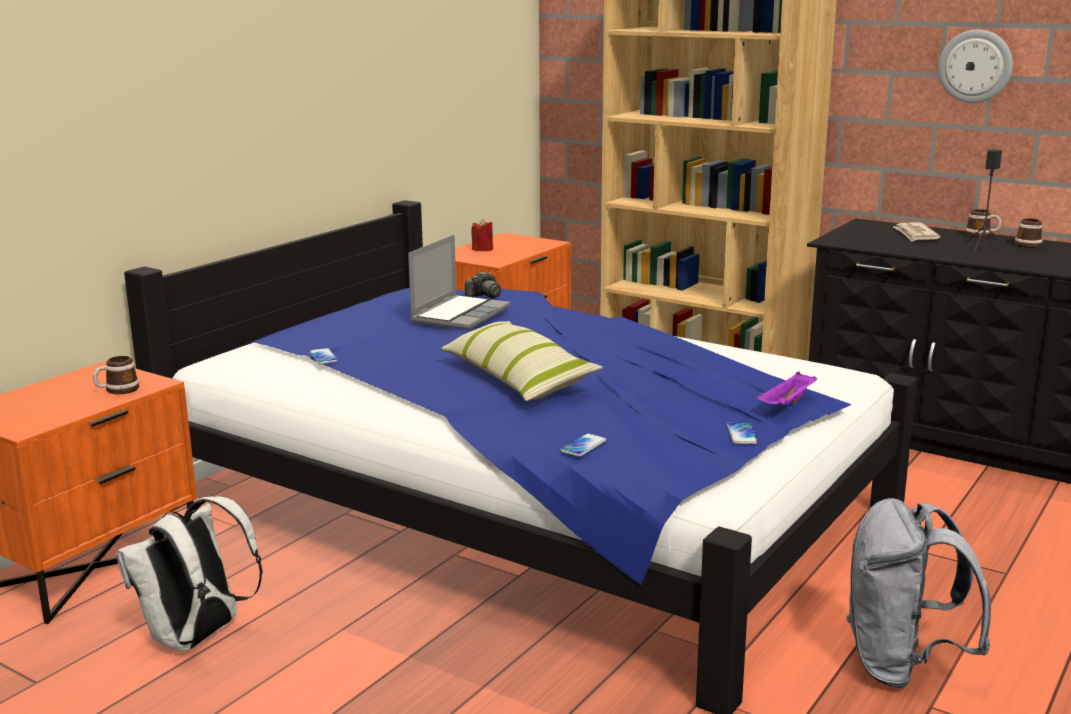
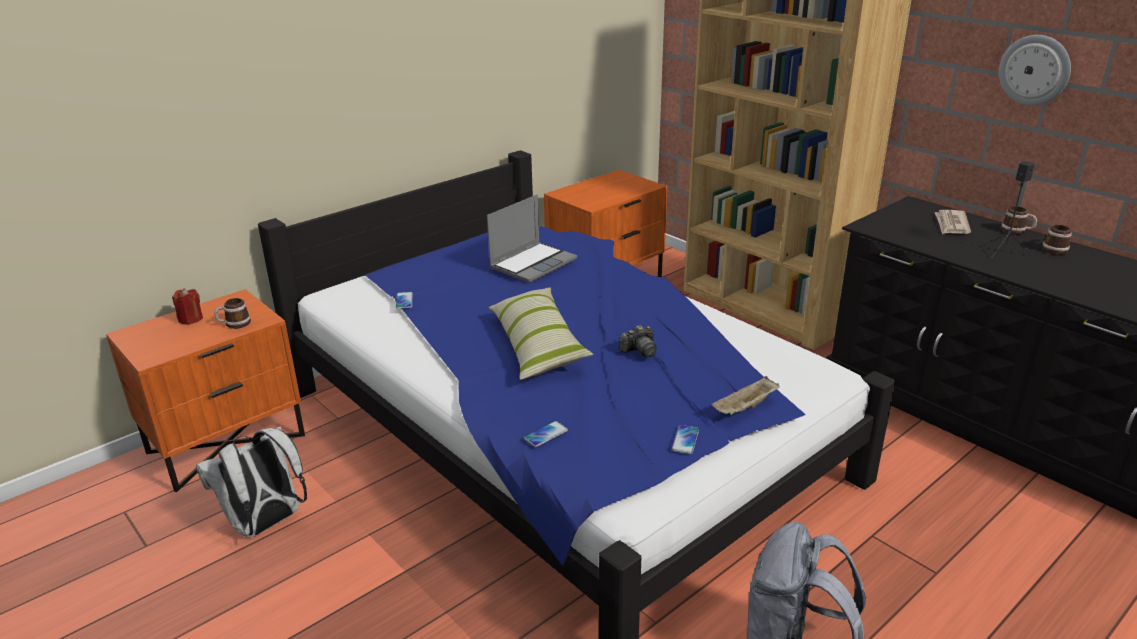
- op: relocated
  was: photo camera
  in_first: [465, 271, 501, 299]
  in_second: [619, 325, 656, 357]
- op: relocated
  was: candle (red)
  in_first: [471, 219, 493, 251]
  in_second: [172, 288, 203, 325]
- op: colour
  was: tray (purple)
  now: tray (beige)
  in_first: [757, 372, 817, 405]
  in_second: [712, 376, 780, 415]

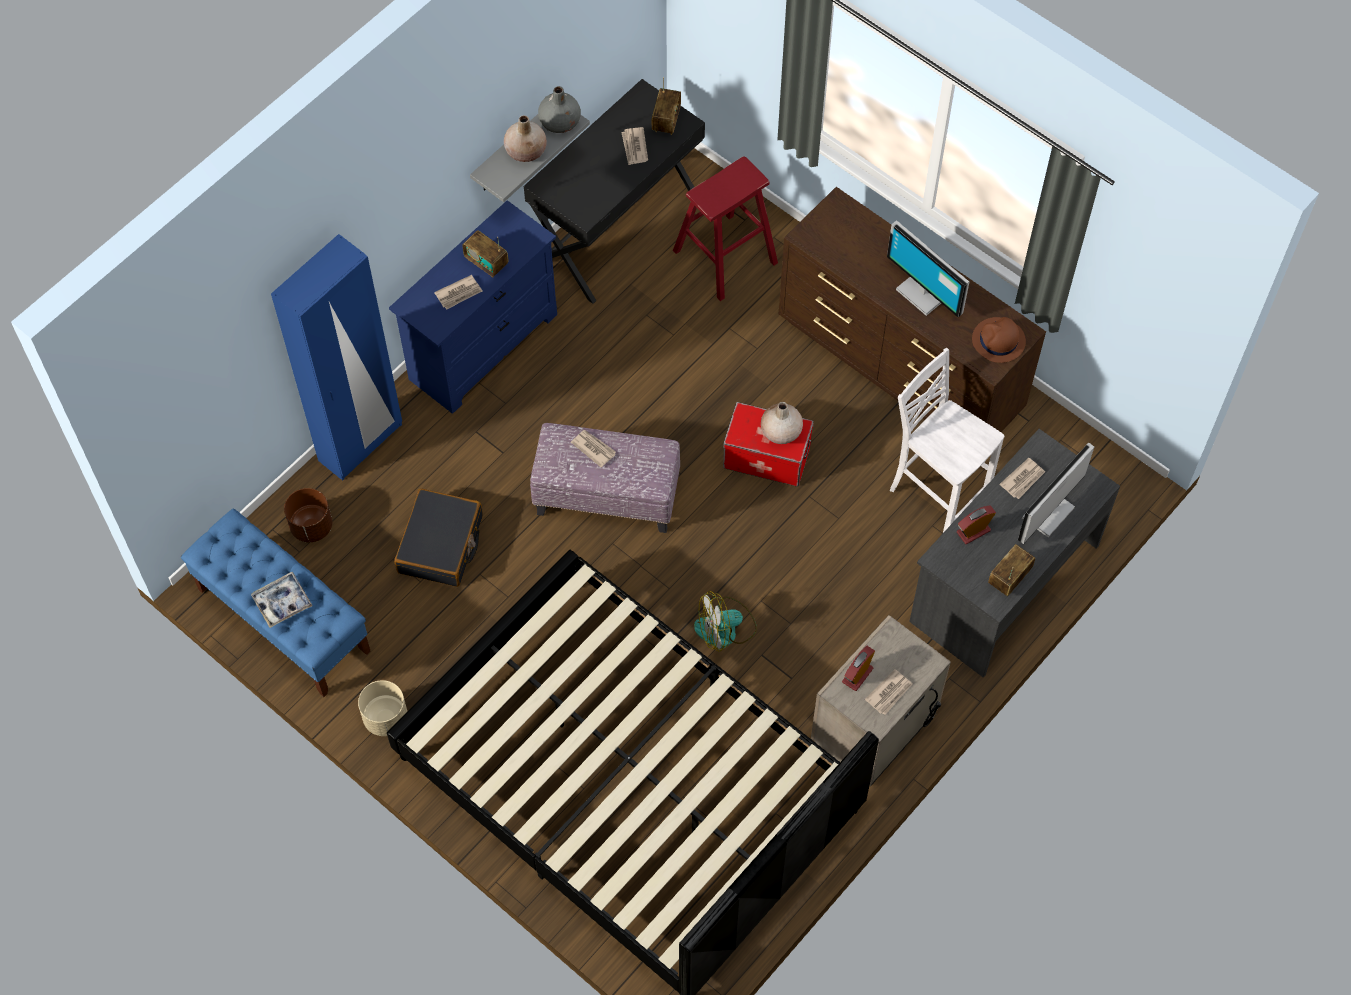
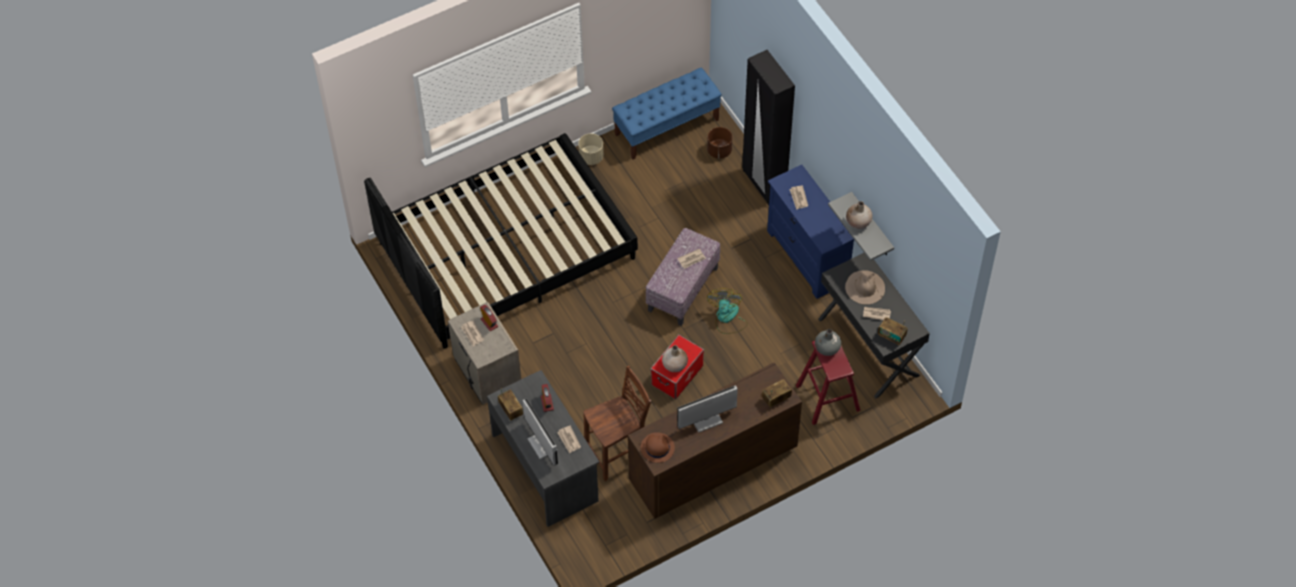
- op: missing
  was: tray
  in_first: [251, 572, 313, 628]
- op: colour
  was: wardrobe (blue)
  now: wardrobe (black)
  in_first: [271, 234, 402, 481]
  in_second: [742, 50, 795, 206]
- op: missing
  was: suitcase (black)
  in_first: [394, 488, 483, 587]
- op: relocated
  was: radio
  in_first: [462, 230, 508, 278]
  in_second: [762, 379, 792, 407]
- op: relocated
  was: vase (grey)
  in_first: [538, 86, 581, 133]
  in_second: [815, 329, 841, 356]
- op: relocated
  was: fan
  in_first: [694, 591, 757, 652]
  in_second: [707, 289, 748, 334]
- op: colour
  was: chair (white)
  now: chair (brown)
  in_first: [889, 348, 1004, 533]
  in_second: [583, 365, 651, 481]
- op: appeared
  now: hat (beige)
  in_second: [845, 270, 885, 305]

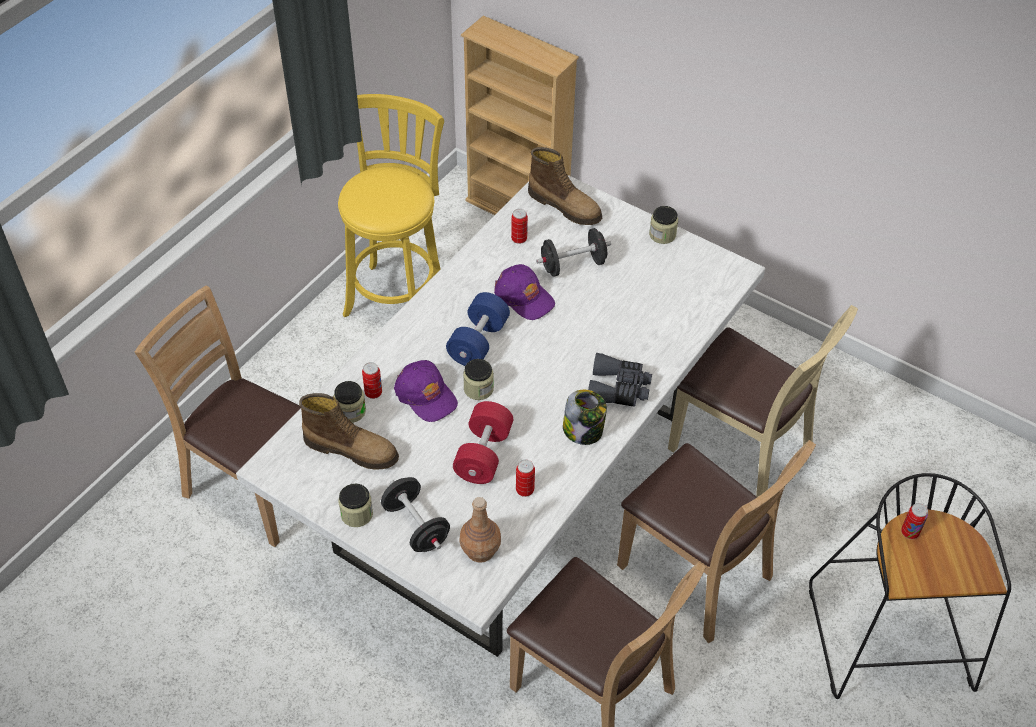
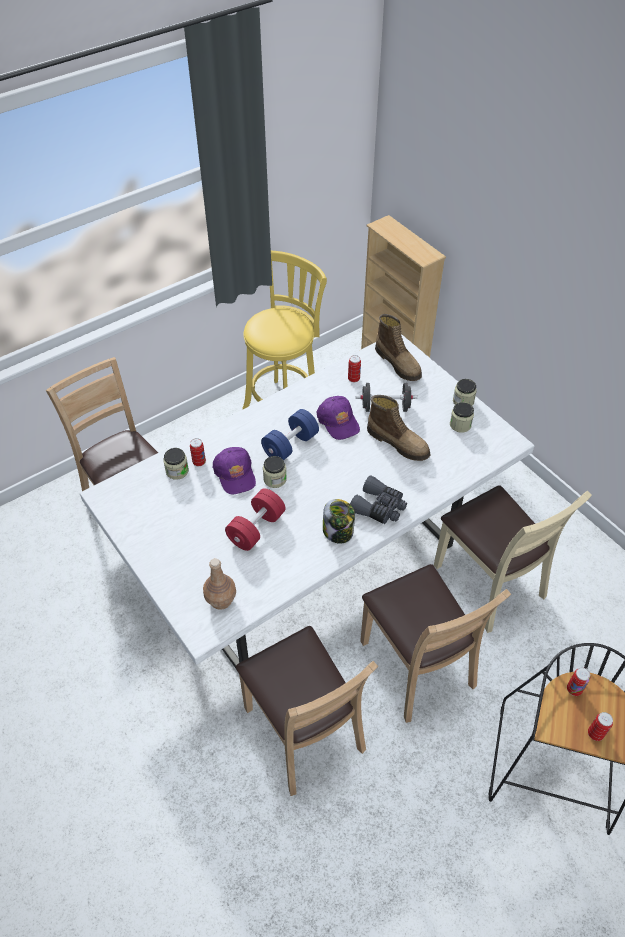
- op: relocated
  was: boot
  in_first: [299, 393, 399, 470]
  in_second: [367, 395, 430, 461]
- op: relocated
  was: jar
  in_first: [339, 484, 373, 527]
  in_second: [450, 402, 474, 433]
- op: missing
  was: dumbbell (black)
  in_first: [381, 477, 450, 552]
- op: relocated
  was: can
  in_first: [516, 459, 535, 497]
  in_second: [588, 712, 613, 741]

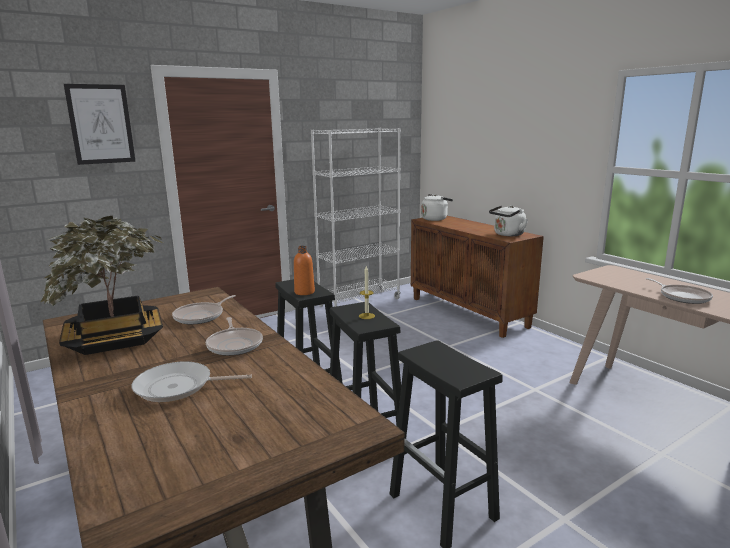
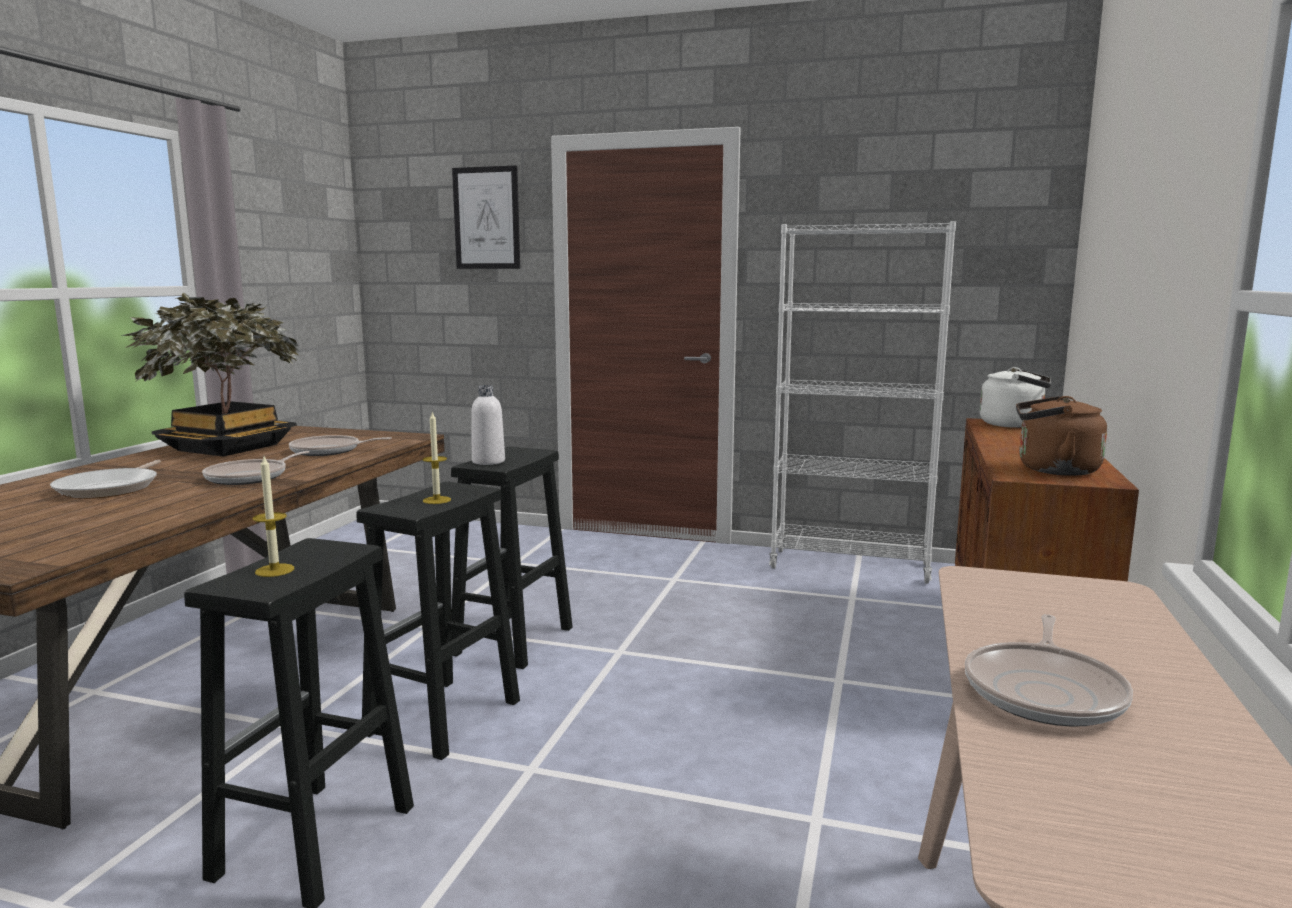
- op: spun
  was: frying pan
  in_first: [131, 362, 252, 402]
  in_second: [50, 460, 161, 499]
  clockwise: -135
- op: colour
  was: bottle (orange)
  now: bottle (white)
  in_first: [294, 246, 315, 295]
  in_second: [471, 385, 505, 465]
- op: colour
  was: kettle (white)
  now: kettle (brown)
  in_first: [489, 205, 528, 236]
  in_second: [1016, 396, 1107, 476]
- op: appeared
  now: candle
  in_second: [253, 457, 294, 577]

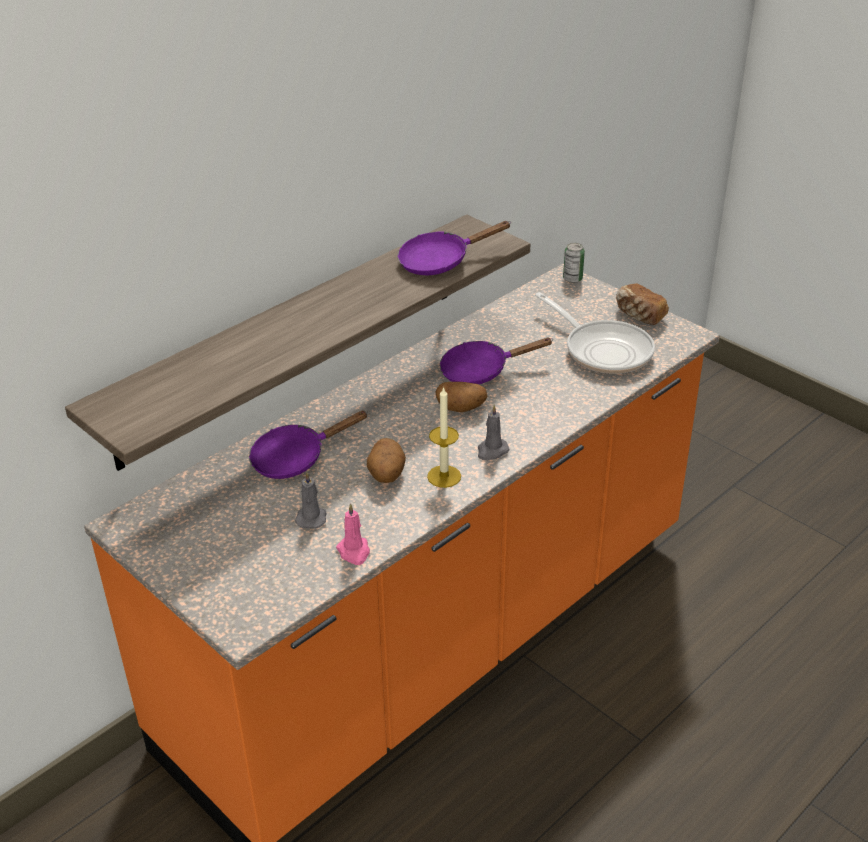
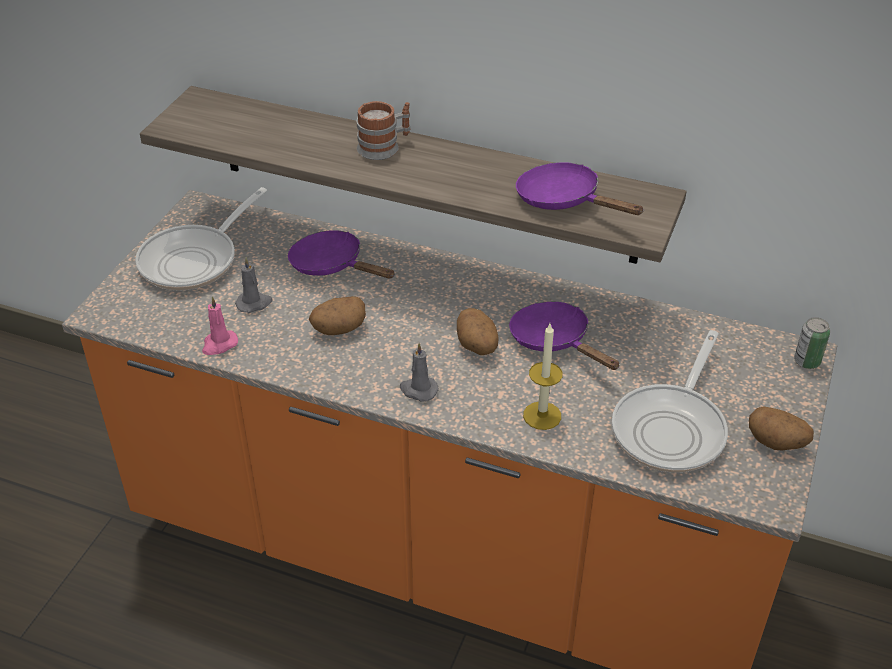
- op: relocated
  was: candle
  in_first: [427, 386, 461, 488]
  in_second: [523, 324, 563, 430]
- op: exchanged
  was: bread
  now: potato
  in_first: [616, 283, 669, 325]
  in_second: [749, 406, 814, 450]
- op: appeared
  now: frying pan
  in_second: [135, 187, 267, 291]
- op: appeared
  now: mug
  in_second: [357, 101, 410, 160]

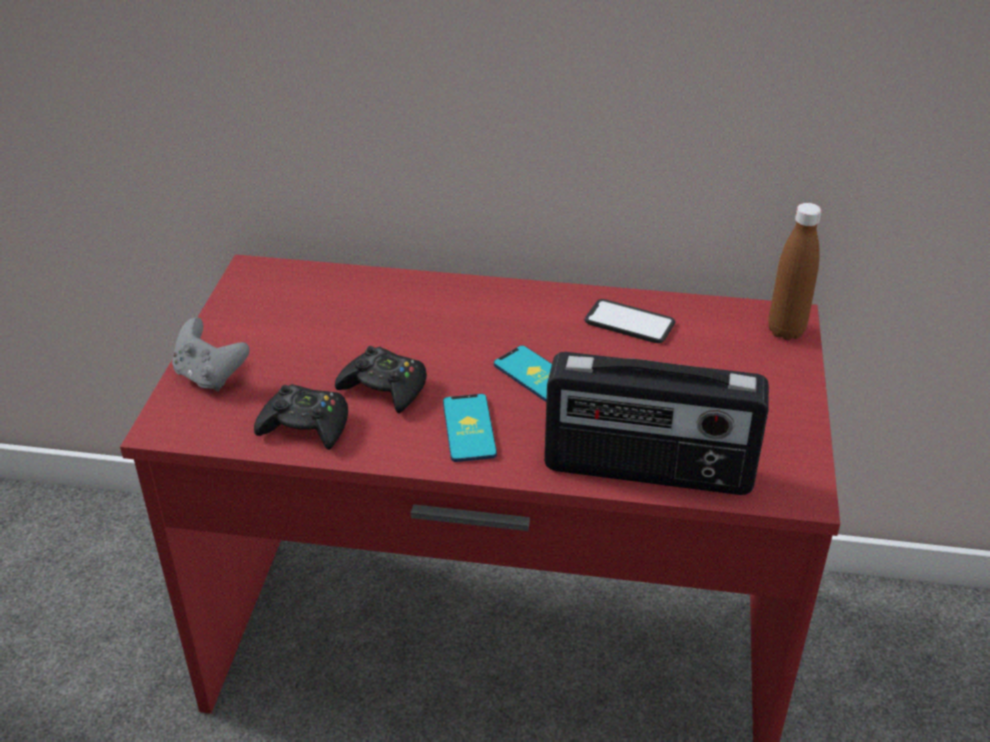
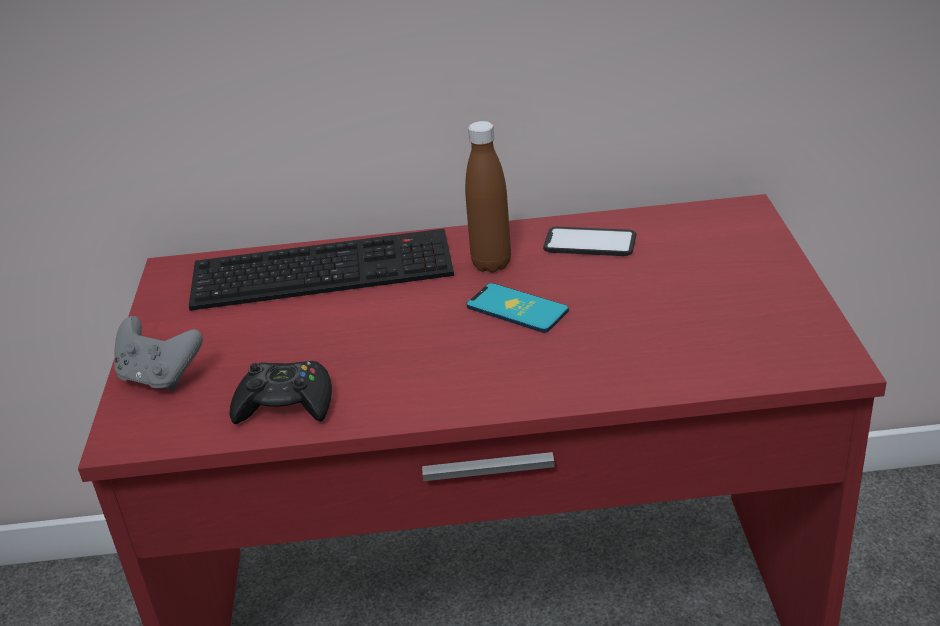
- op: missing
  was: game controller (black)
  in_first: [335, 346, 427, 413]
- op: missing
  was: phone
  in_first: [443, 394, 497, 462]
- op: missing
  was: radio
  in_first: [544, 352, 769, 495]
- op: relocated
  was: bottle (brown)
  in_first: [768, 203, 822, 340]
  in_second: [465, 121, 511, 273]
- op: appeared
  now: keyboard
  in_second: [189, 229, 454, 311]

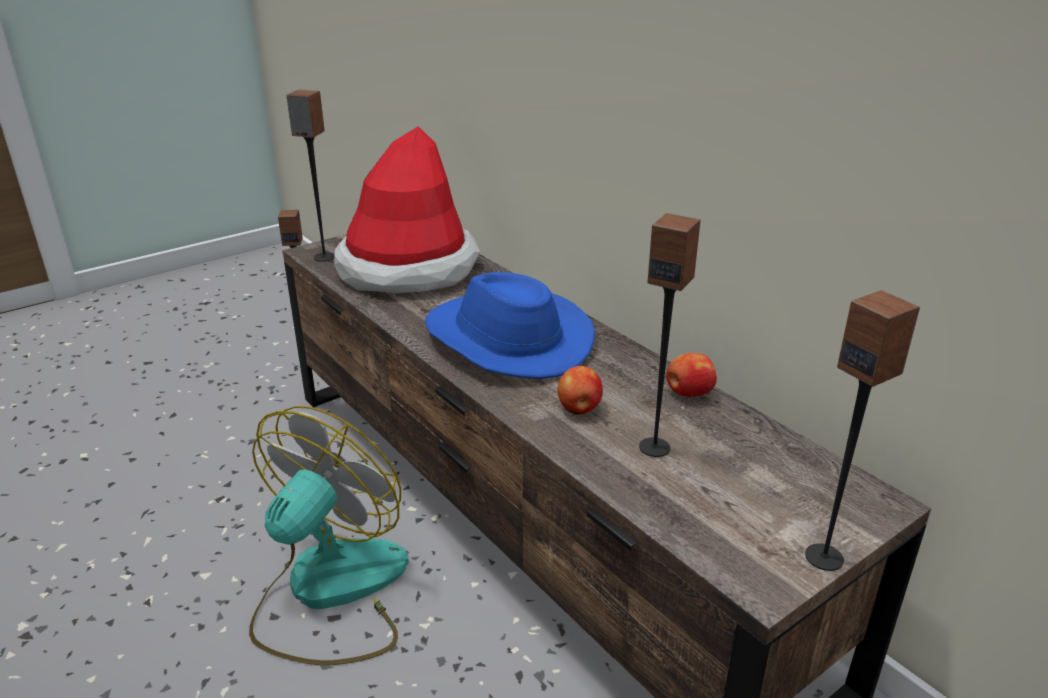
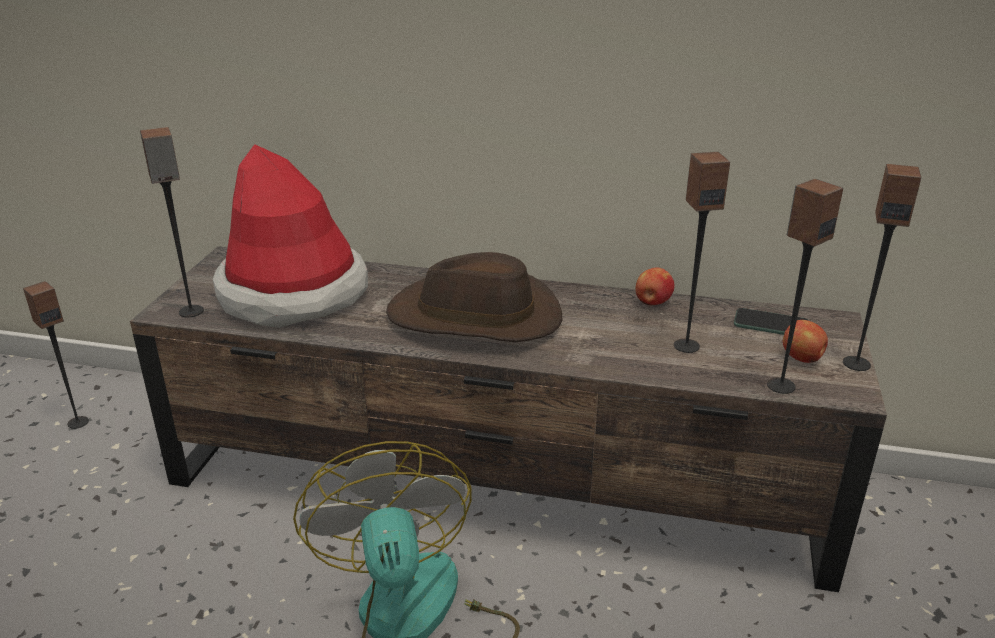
- op: colour
  was: hat (blue)
  now: hat (brown)
  in_first: [425, 272, 595, 379]
  in_second: [386, 252, 562, 342]
- op: relocated
  was: apple
  in_first: [558, 366, 603, 414]
  in_second: [783, 320, 828, 363]
- op: appeared
  now: phone
  in_second: [734, 308, 809, 335]
- op: appeared
  now: speaker
  in_second: [767, 179, 843, 394]

